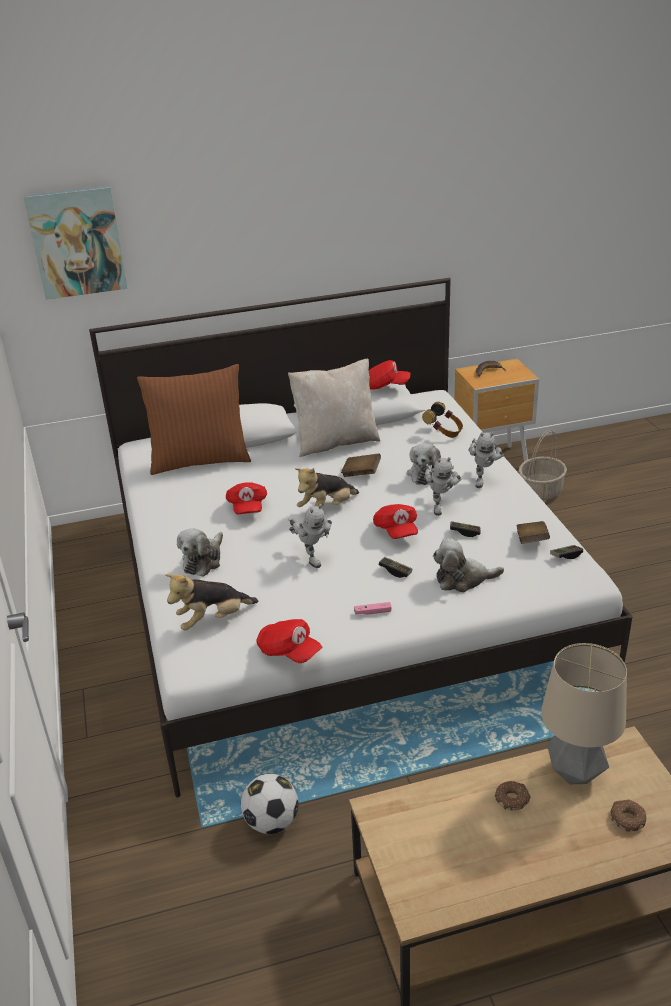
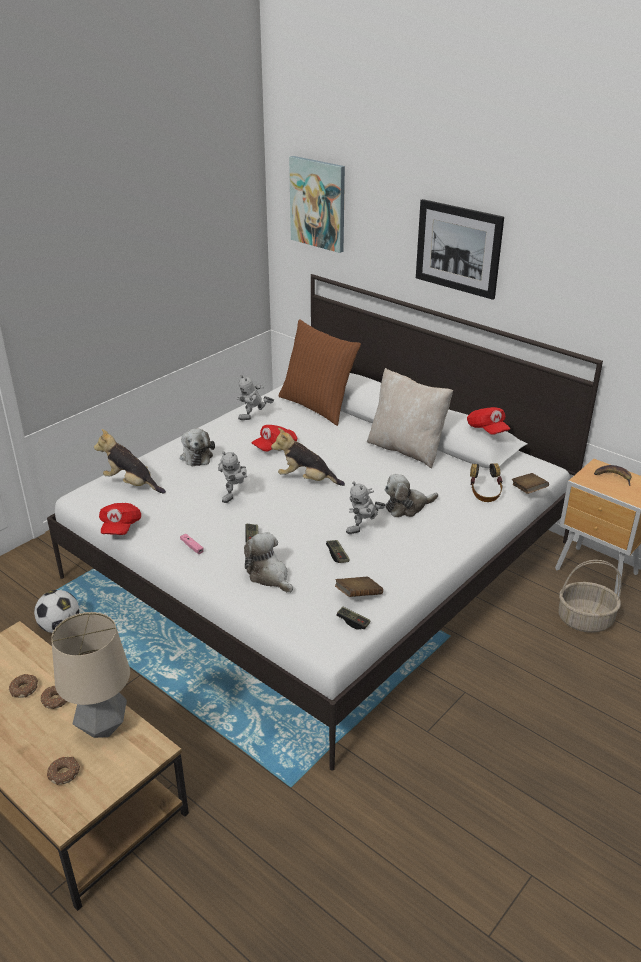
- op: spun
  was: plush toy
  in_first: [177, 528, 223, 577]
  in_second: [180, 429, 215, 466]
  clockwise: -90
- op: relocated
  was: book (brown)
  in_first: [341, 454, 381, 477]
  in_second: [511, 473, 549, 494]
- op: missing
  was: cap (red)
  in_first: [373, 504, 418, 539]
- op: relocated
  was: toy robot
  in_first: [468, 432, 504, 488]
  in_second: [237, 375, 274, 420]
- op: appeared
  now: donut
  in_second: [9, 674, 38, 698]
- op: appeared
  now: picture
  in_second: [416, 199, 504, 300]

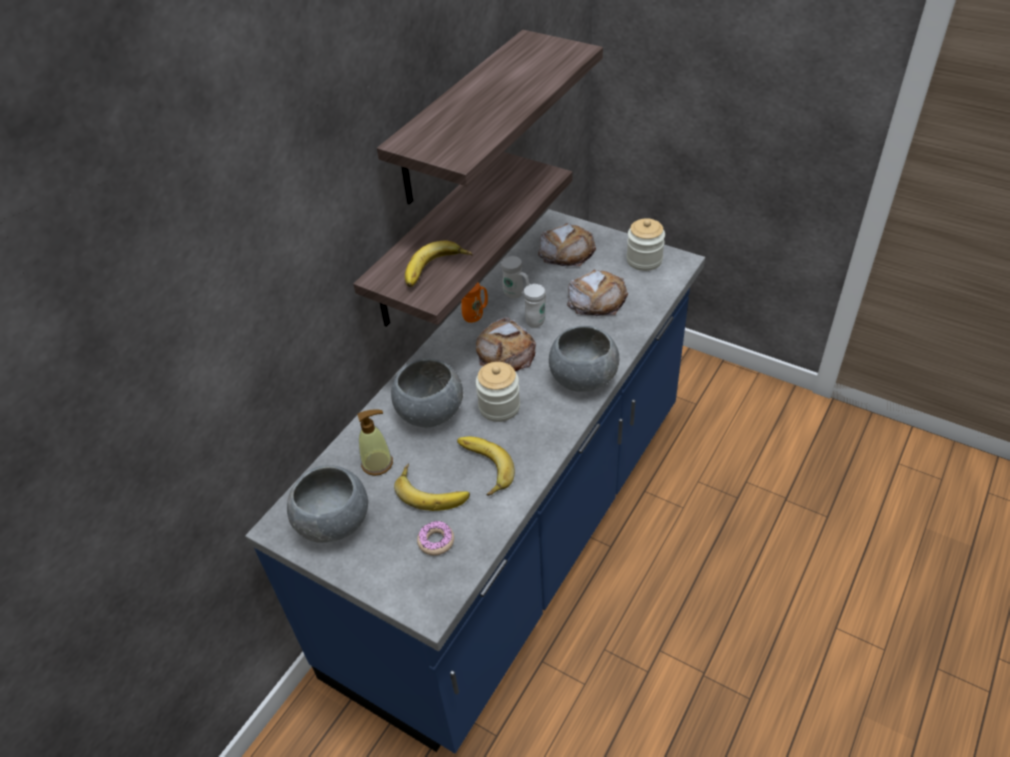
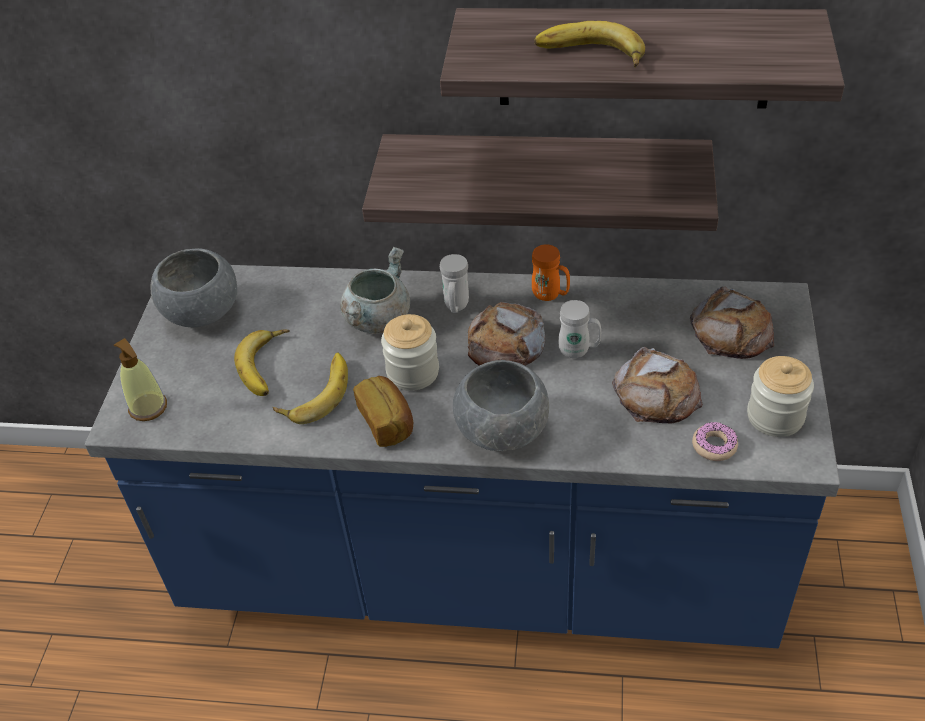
- op: relocated
  was: soap dispenser
  in_first: [358, 409, 393, 476]
  in_second: [114, 338, 167, 421]
- op: exchanged
  was: bowl (grey)
  now: cooking pot (grey)
  in_first: [391, 359, 463, 427]
  in_second: [340, 247, 410, 334]
- op: relocated
  was: banana
  in_first: [405, 240, 473, 287]
  in_second: [534, 21, 645, 67]
- op: relocated
  was: donut
  in_first: [417, 521, 454, 556]
  in_second: [692, 422, 738, 461]
- op: relocated
  was: mug (white)
  in_first: [501, 256, 529, 298]
  in_second: [440, 254, 469, 313]
- op: appeared
  now: bread
  in_second: [353, 376, 413, 447]

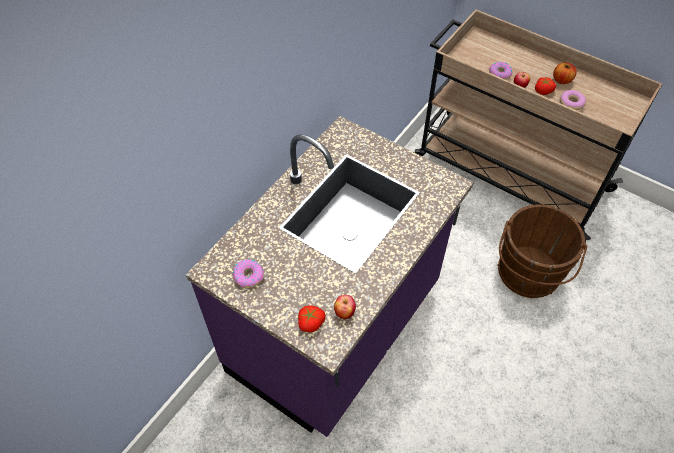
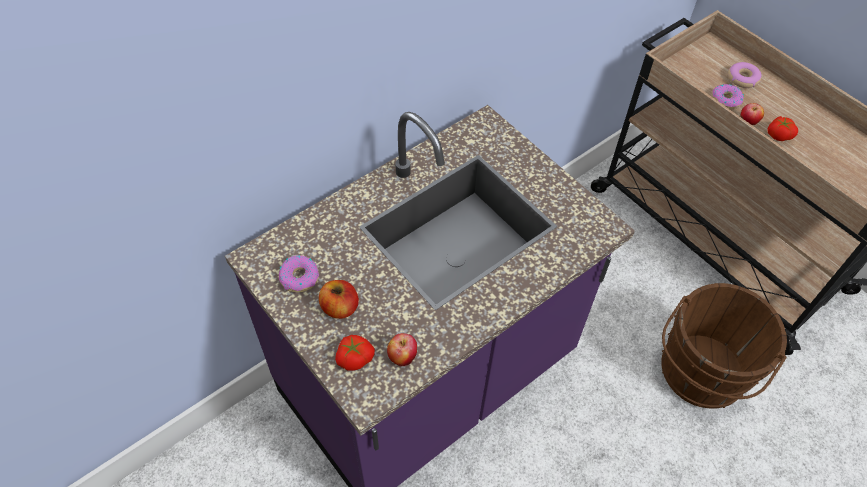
- op: relocated
  was: apple
  in_first: [553, 63, 577, 84]
  in_second: [319, 280, 359, 319]
- op: relocated
  was: donut
  in_first: [560, 90, 586, 110]
  in_second: [728, 62, 762, 88]

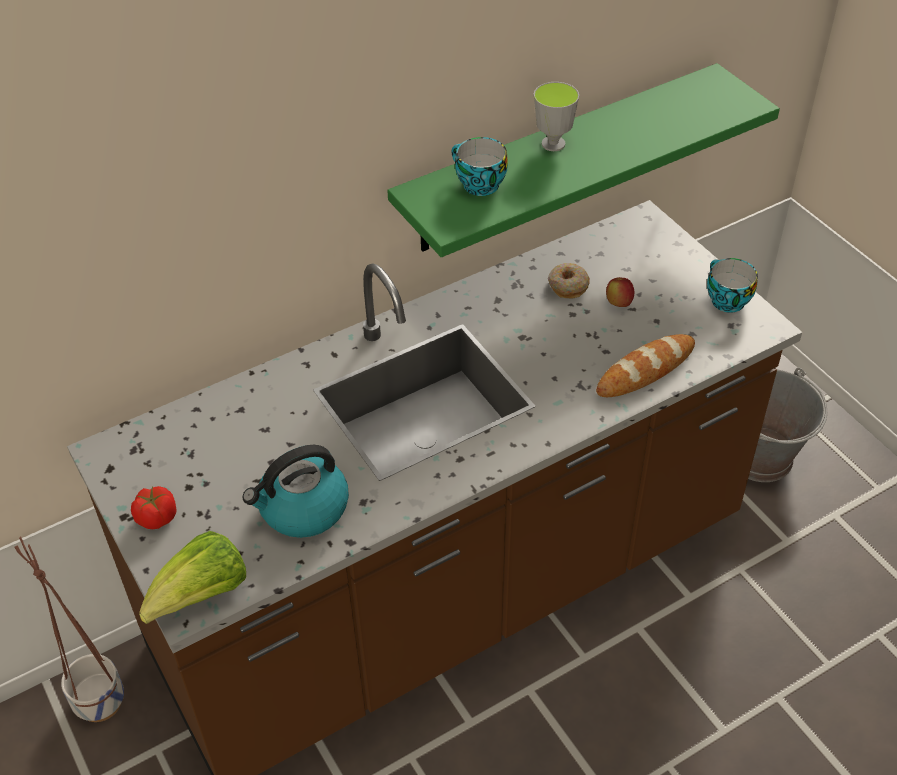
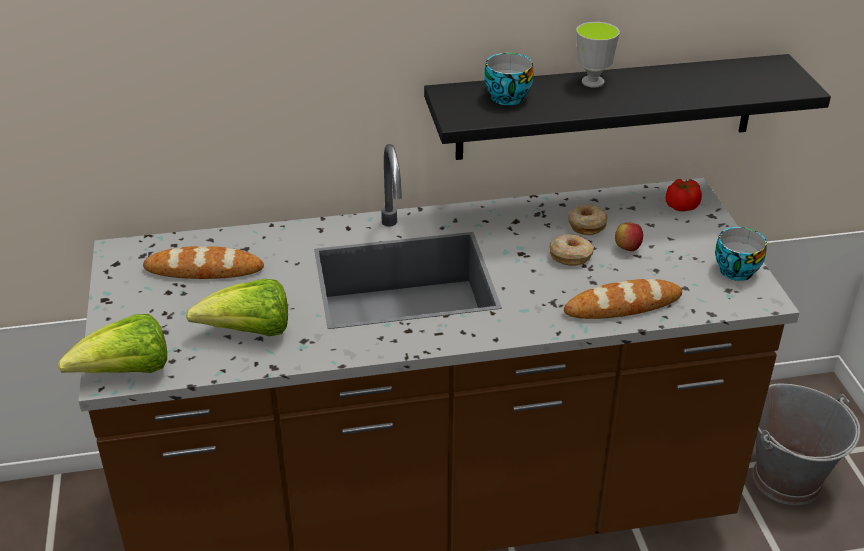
- op: missing
  was: planter
  in_first: [14, 536, 124, 722]
- op: relocated
  was: tomato
  in_first: [131, 486, 177, 529]
  in_second: [665, 179, 702, 211]
- op: exchanged
  was: kettle
  now: lettuce
  in_first: [243, 445, 349, 538]
  in_second: [186, 279, 288, 336]
- op: colour
  was: shelf (green)
  now: shelf (black)
  in_first: [387, 63, 780, 257]
  in_second: [424, 54, 831, 160]
- op: appeared
  now: bread
  in_second: [143, 246, 264, 279]
- op: appeared
  now: donut
  in_second: [550, 234, 594, 266]

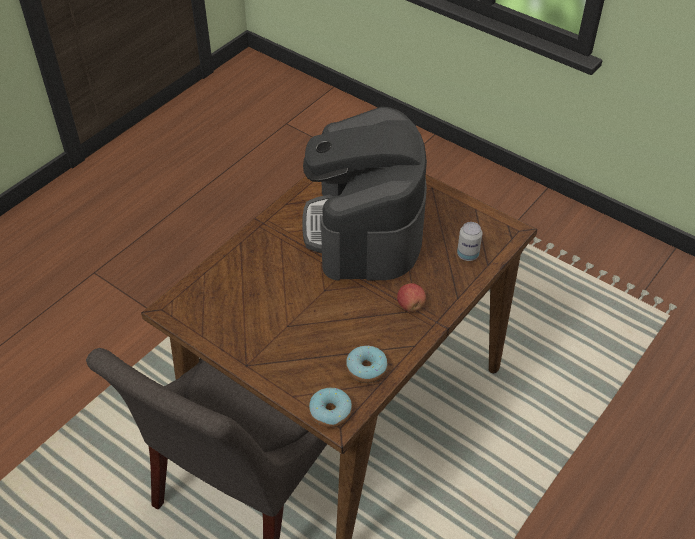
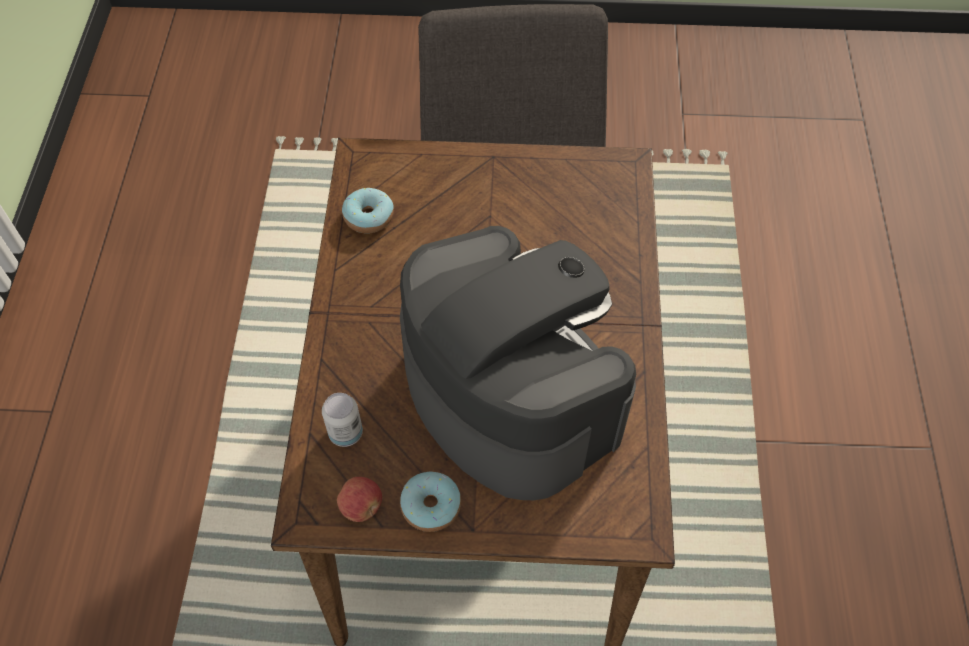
- op: relocated
  was: donut
  in_first: [309, 388, 352, 428]
  in_second: [400, 471, 461, 532]
- op: relocated
  was: apple
  in_first: [397, 283, 426, 312]
  in_second: [337, 477, 382, 522]

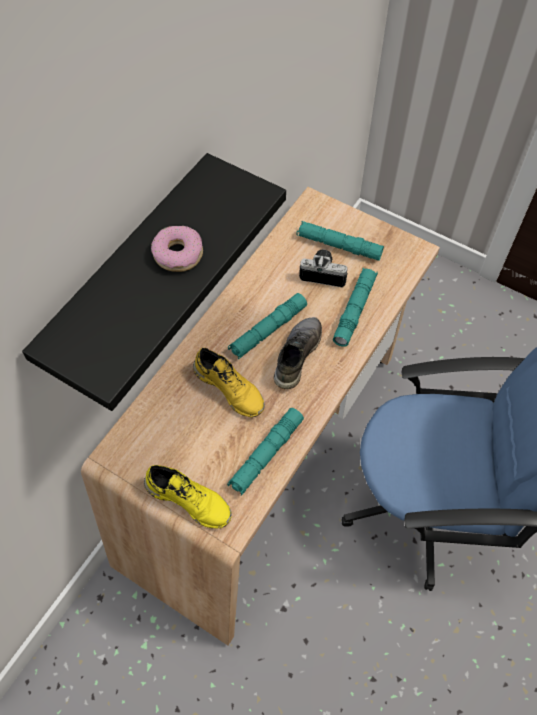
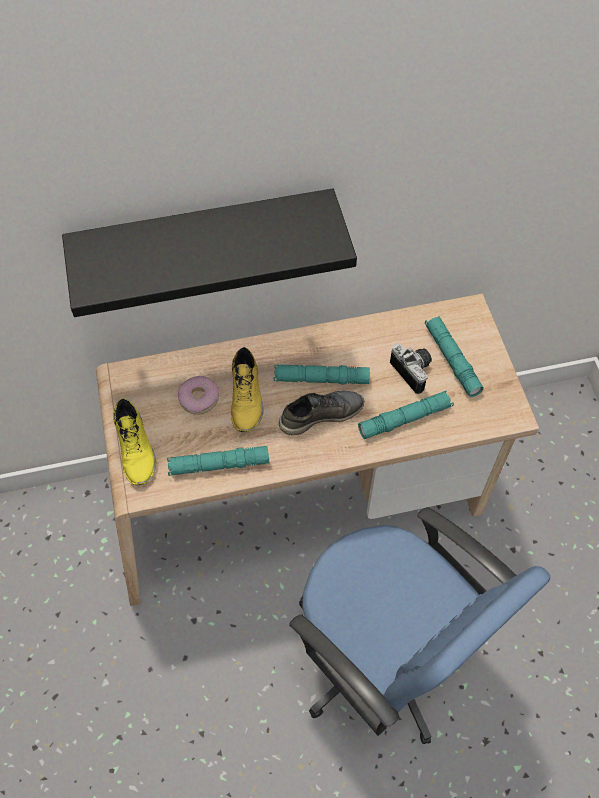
- op: relocated
  was: donut
  in_first: [151, 226, 203, 272]
  in_second: [178, 376, 219, 415]

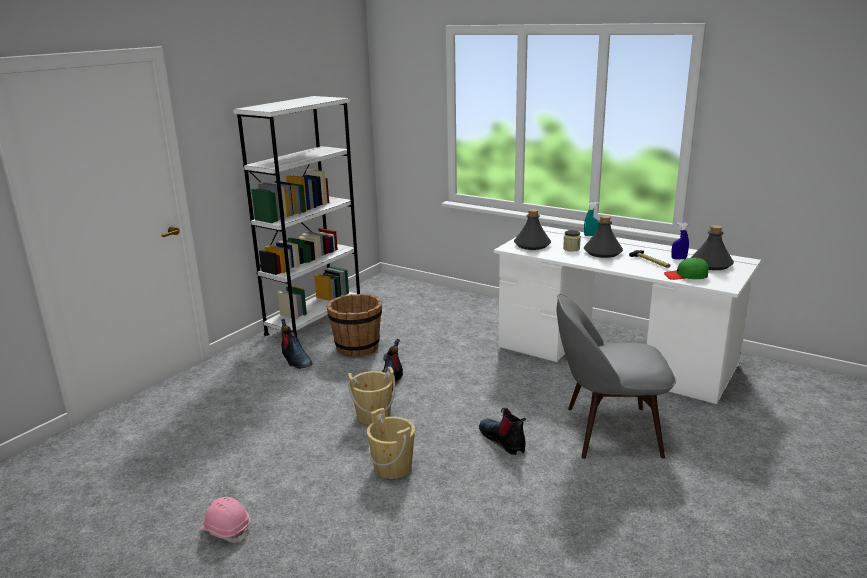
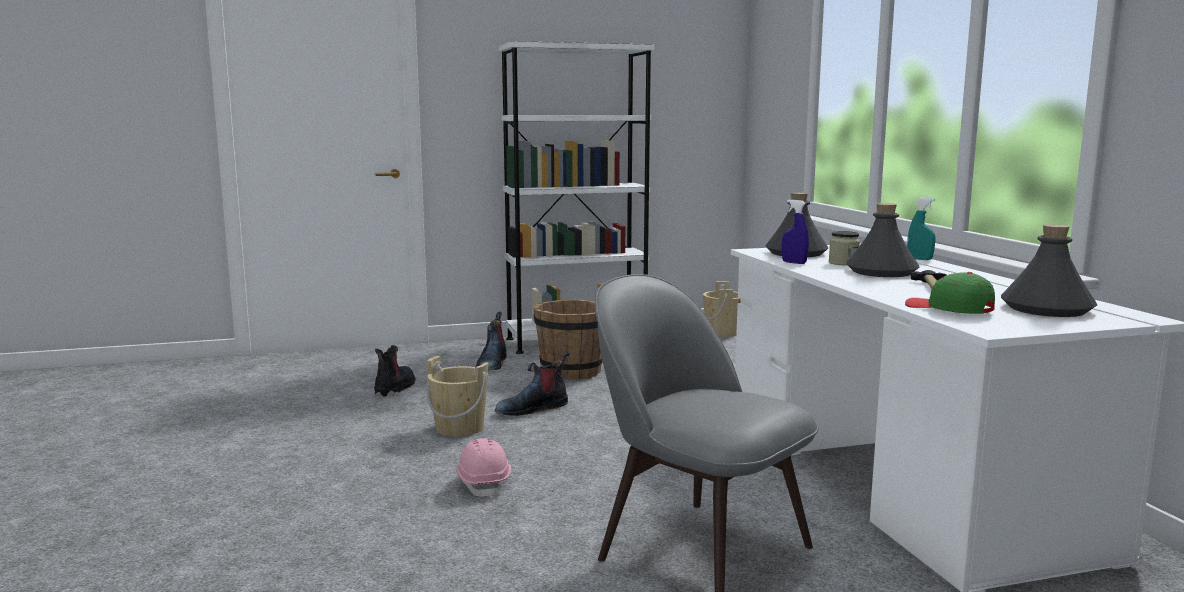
- op: relocated
  was: hard hat (pink)
  in_first: [200, 497, 250, 543]
  in_second: [456, 438, 511, 499]
- op: relocated
  was: bucket (beige)
  in_first: [367, 408, 415, 479]
  in_second: [703, 281, 741, 337]
- op: relocated
  was: boot
  in_first: [479, 408, 526, 455]
  in_second: [374, 345, 416, 397]
- op: relocated
  was: spray bottle (blue)
  in_first: [671, 222, 689, 260]
  in_second: [782, 199, 809, 264]

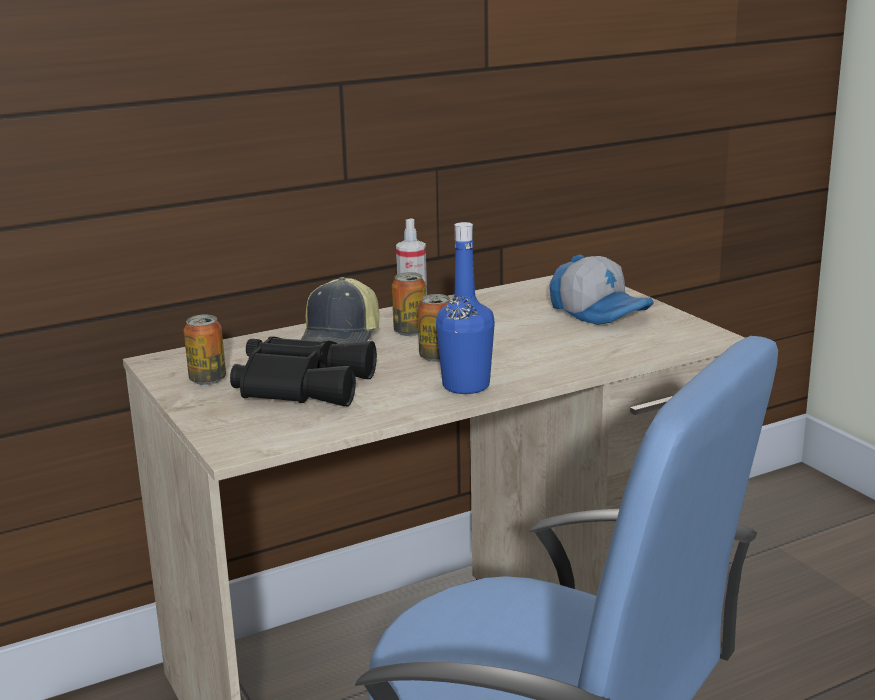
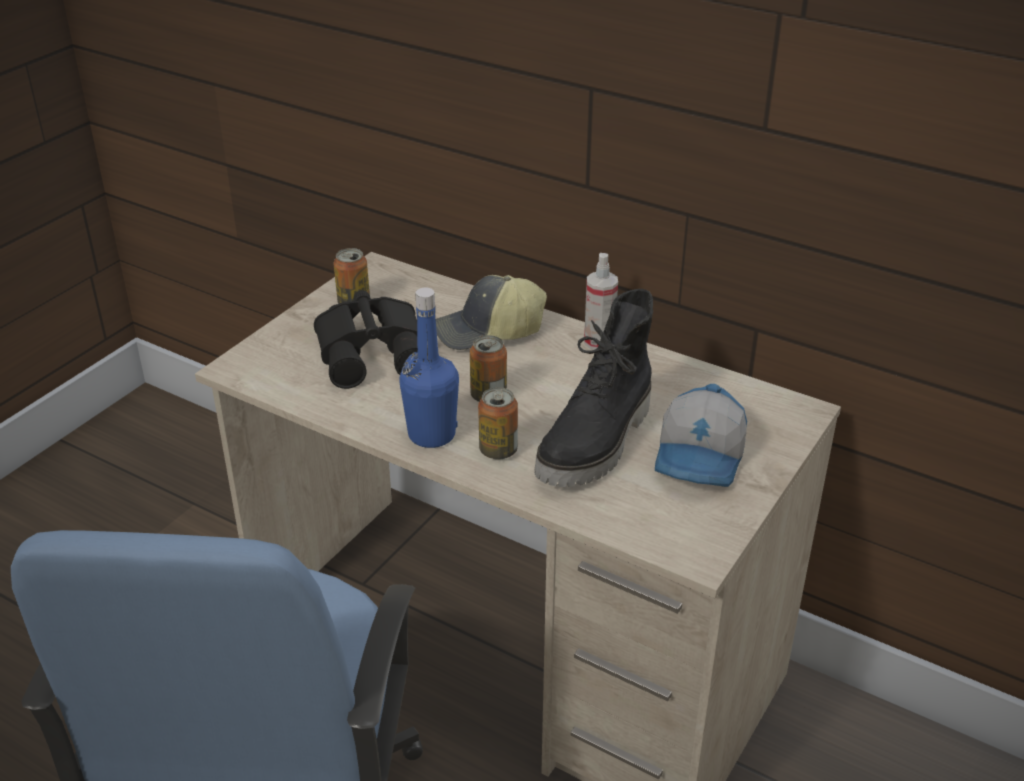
- op: relocated
  was: can
  in_first: [392, 272, 426, 336]
  in_second: [478, 387, 518, 460]
- op: appeared
  now: boot (black)
  in_second: [534, 289, 653, 487]

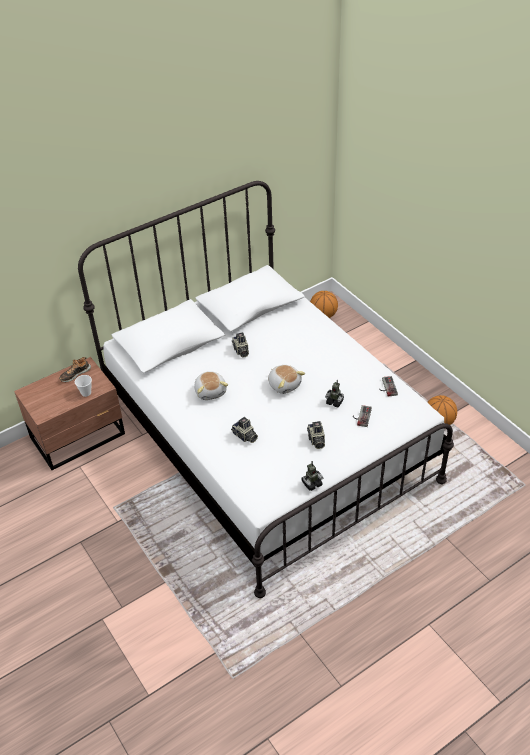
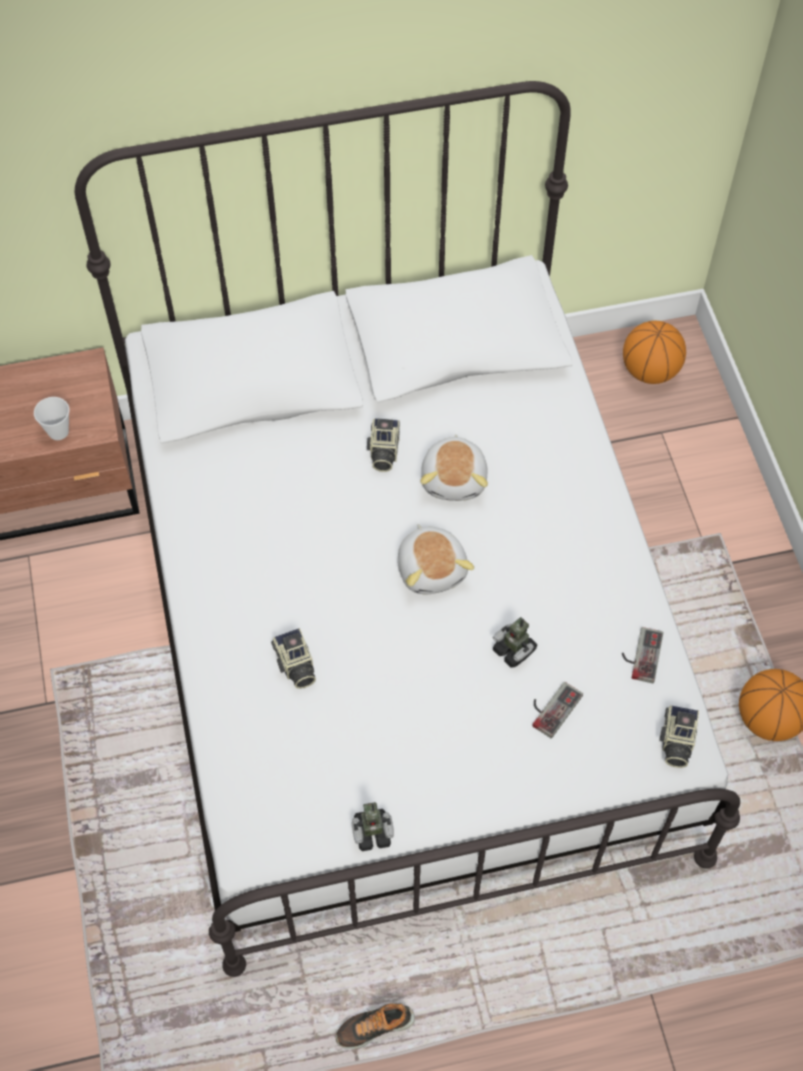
- op: relocated
  was: shoe
  in_first: [59, 357, 91, 382]
  in_second: [335, 1003, 415, 1049]
- op: relocated
  was: plush toy
  in_first: [194, 371, 228, 400]
  in_second: [421, 434, 488, 501]
- op: relocated
  was: photo camera
  in_first: [307, 421, 325, 449]
  in_second: [659, 705, 699, 768]

